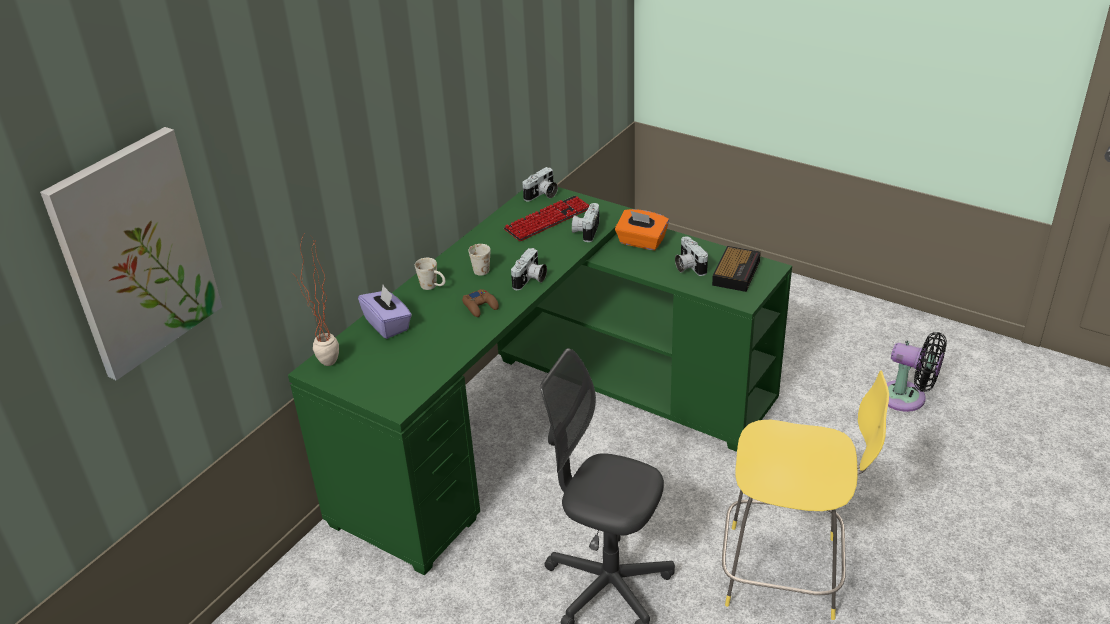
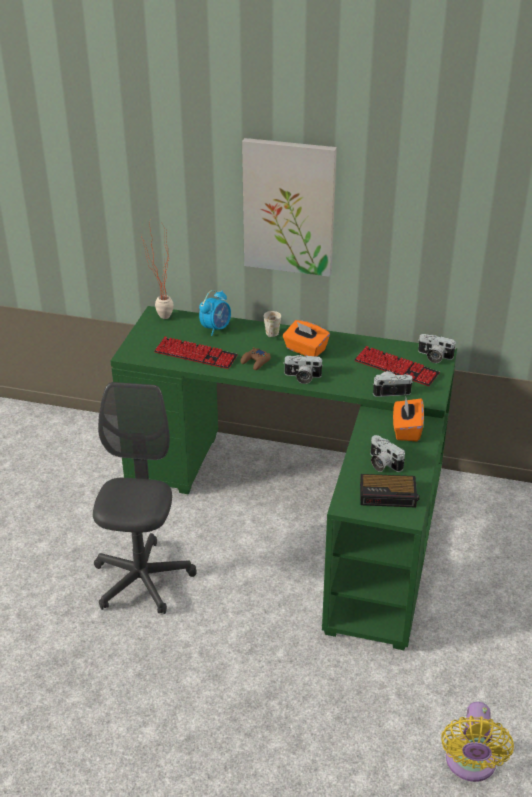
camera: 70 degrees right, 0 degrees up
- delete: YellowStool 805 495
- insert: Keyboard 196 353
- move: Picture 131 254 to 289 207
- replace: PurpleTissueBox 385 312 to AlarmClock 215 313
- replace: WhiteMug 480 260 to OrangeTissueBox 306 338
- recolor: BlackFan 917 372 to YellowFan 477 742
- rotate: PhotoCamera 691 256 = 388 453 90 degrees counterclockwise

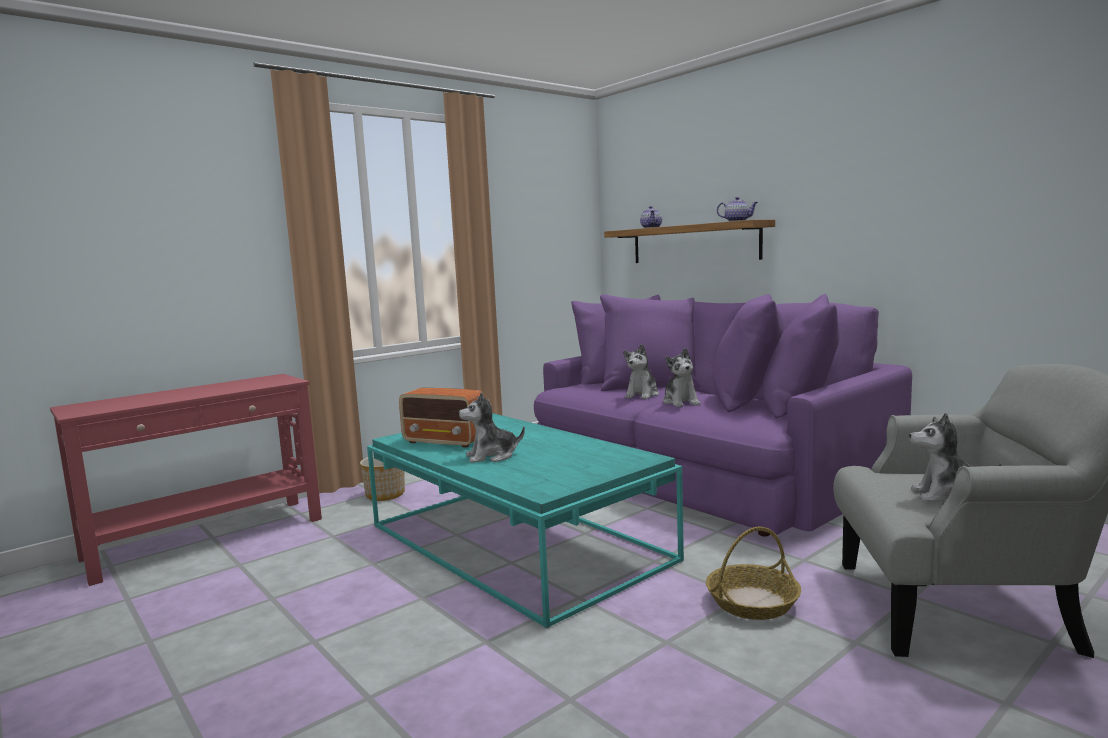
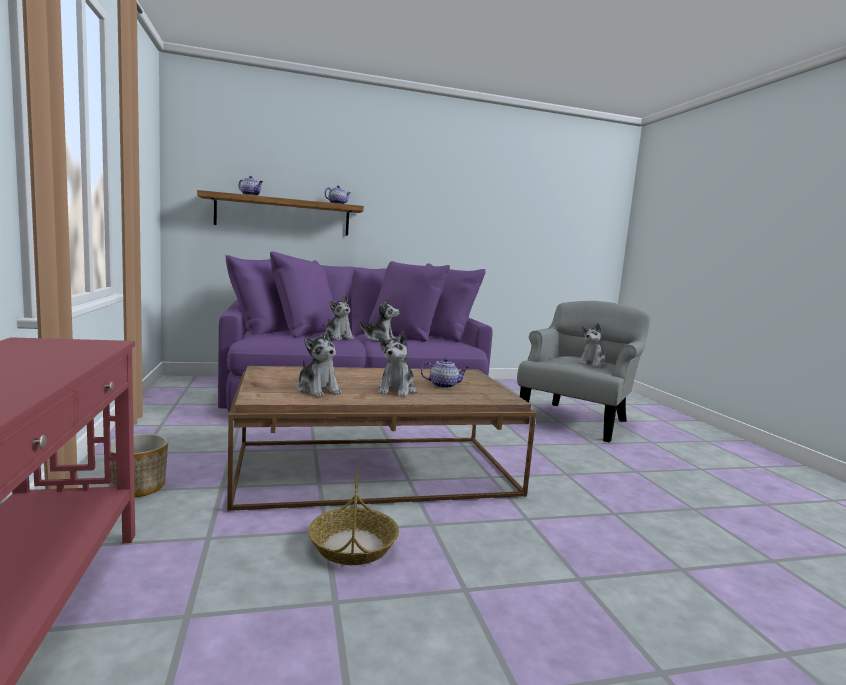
camera: 65 degrees left, 0 degrees up
- insert: Teapot 445 373
- move: Basket 753 573 to 353 517
- replace: Radio 442 418 to PlushToy 319 363
- recolor: TurquoiseCoffeeTable 525 521 to BrownCoffeeTable 381 439

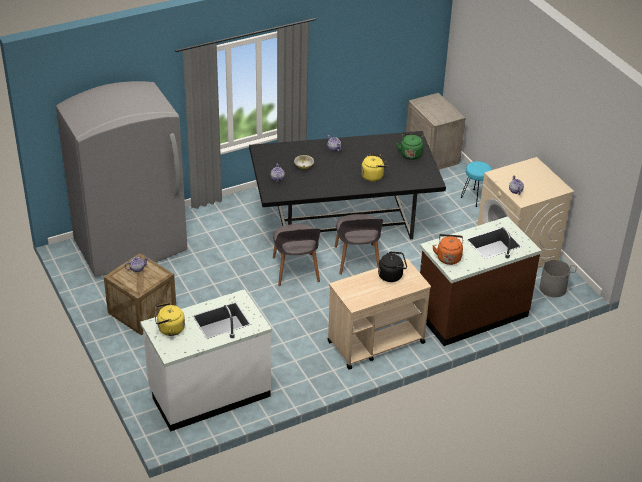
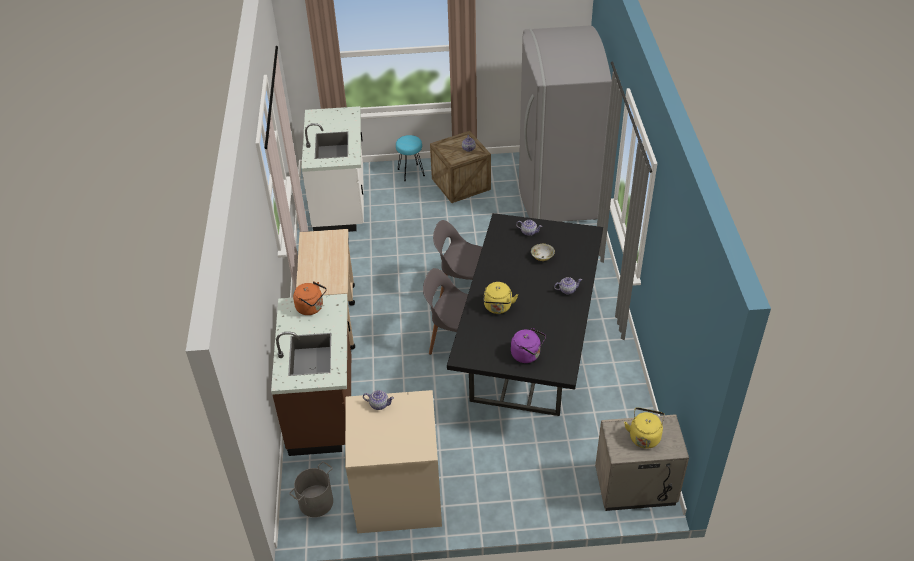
camera: 115 degrees right, 5 degrees up
- delete: BlackKettle 392 266
- move: YellowKettle 170 319 to 644 428
- move: TurquoiseStool 476 184 to 410 158
- recolor: GreenKettle 409 146 to PurpleKettle 528 345

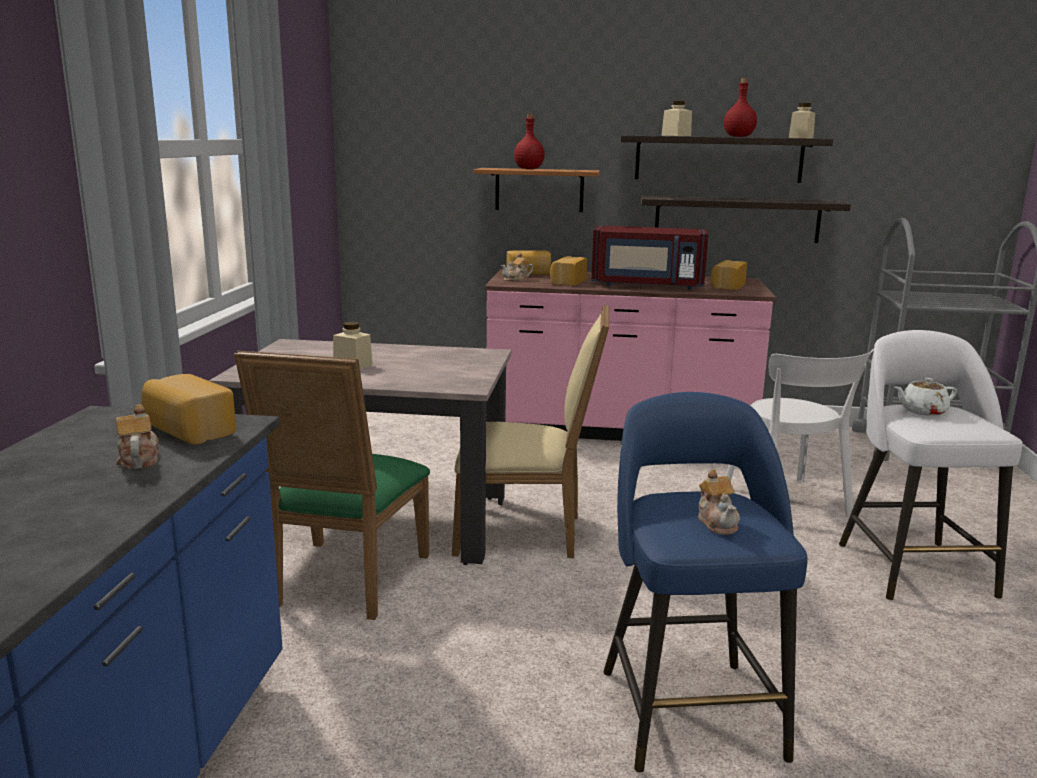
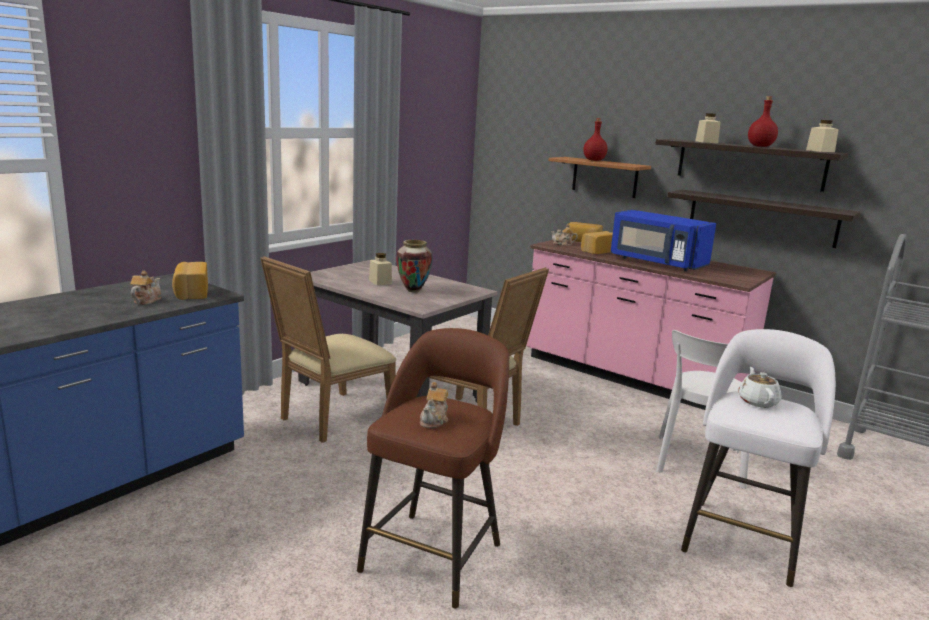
camera: 30 degrees right, 0 degrees up
- delete: Bread 729 275
- insert: Vase 414 266
- recolor: GreenChair 332 485 to BeigeChair 328 349
- recolor: RedMicrowave 649 257 to BlueMicrowave 663 240
- recolor: BlueStool 706 582 to BrownStool 433 468
- rotate: WhiteTeapot 925 397 = 759 387 75 degrees clockwise

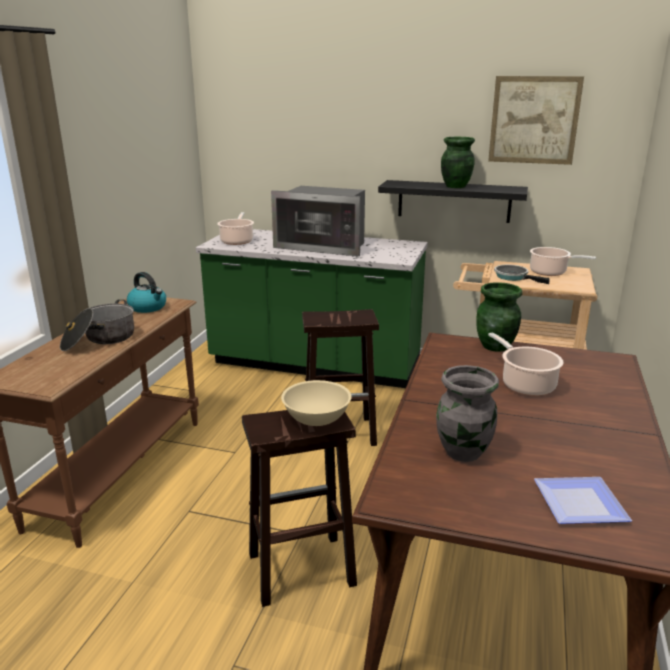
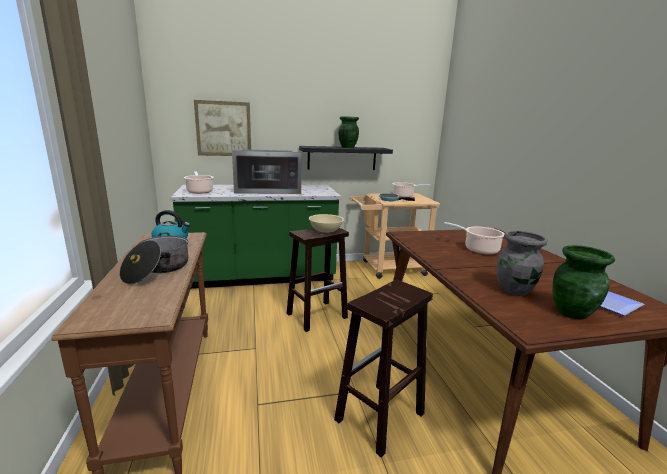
camera: 30 degrees left, 5 degrees down
- move: BeigeBowl 316 403 to 326 223
- move: GreenVase 499 317 to 583 282
- move: Picture 536 120 to 222 128

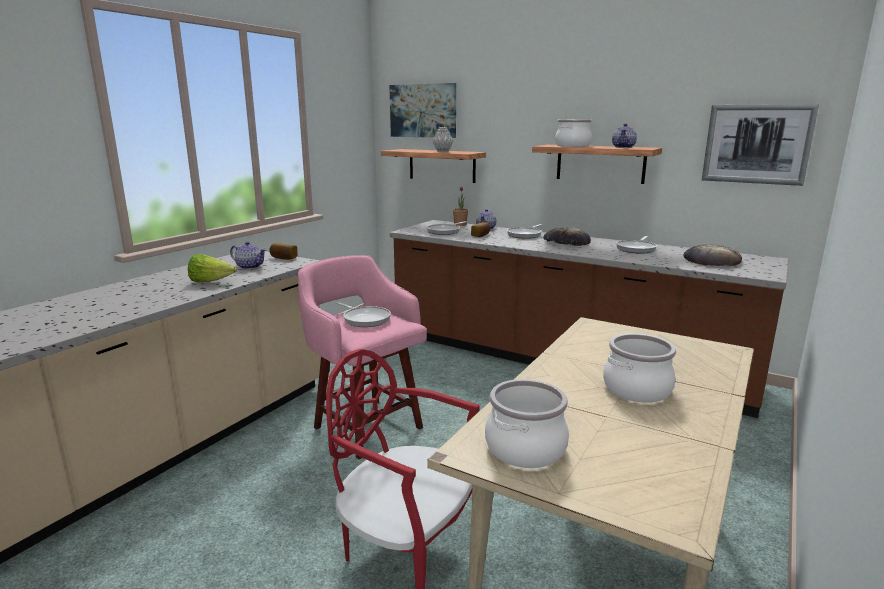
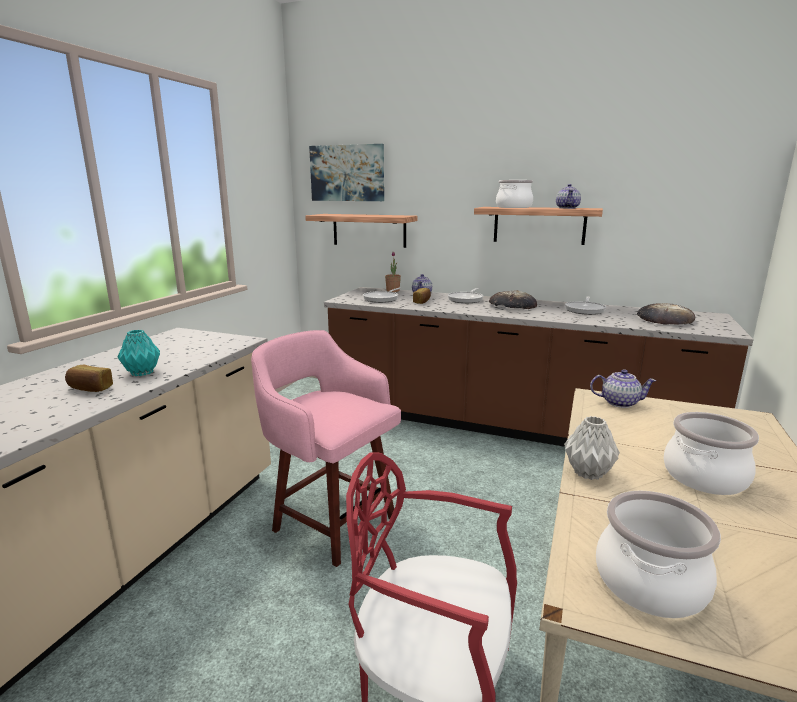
camera: 10 degrees left, 0 degrees up
- delete: FryingPan 363 314
- delete: Picture 760 145
- move: Teapot 248 255 to 623 388
- move: Bread 283 251 to 89 378
- move: GreyVase 443 139 to 592 448
- replace: Lettuce 212 268 to TurquoiseVase 139 353

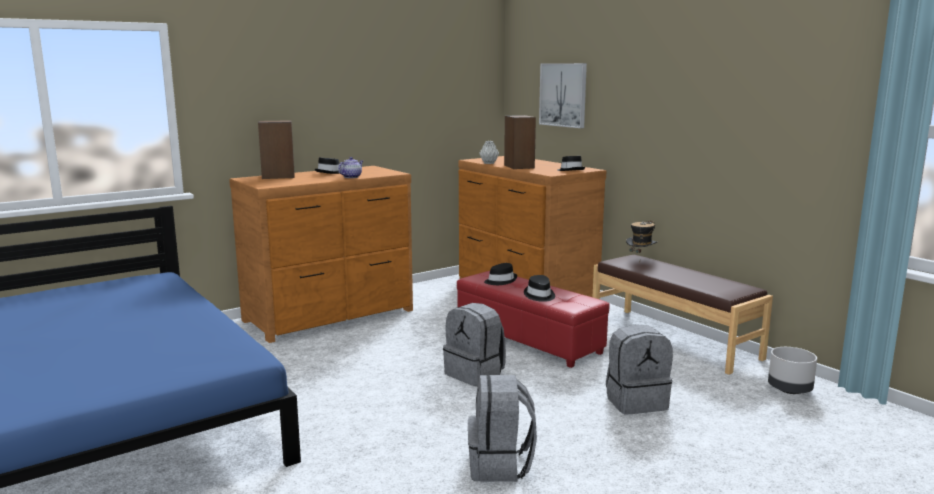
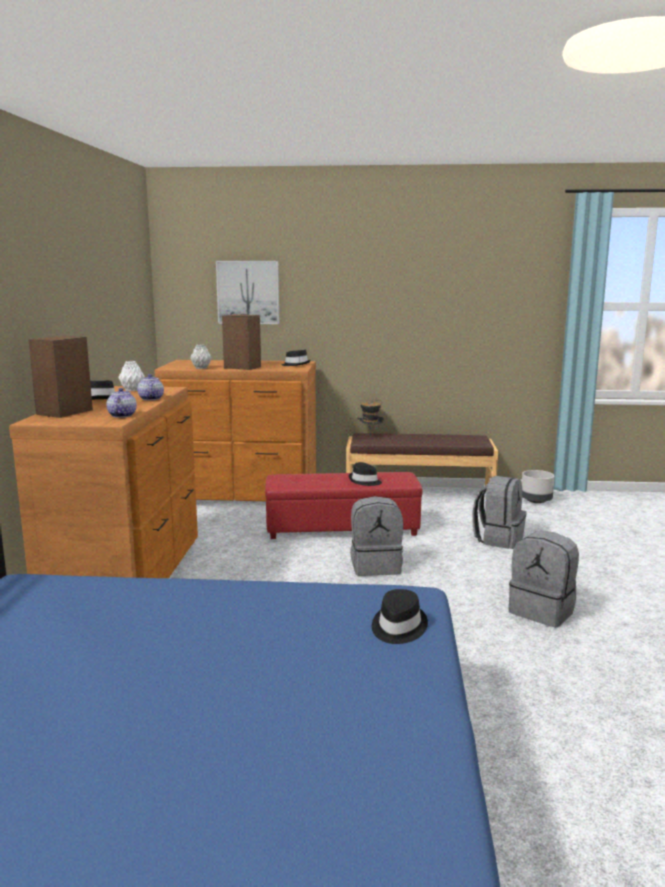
camera: 50 degrees left, 0 degrees up
- insert: Teapot 121 403
- insert: WhiteVase 131 376
- move: BlackHat 500 274 to 400 616

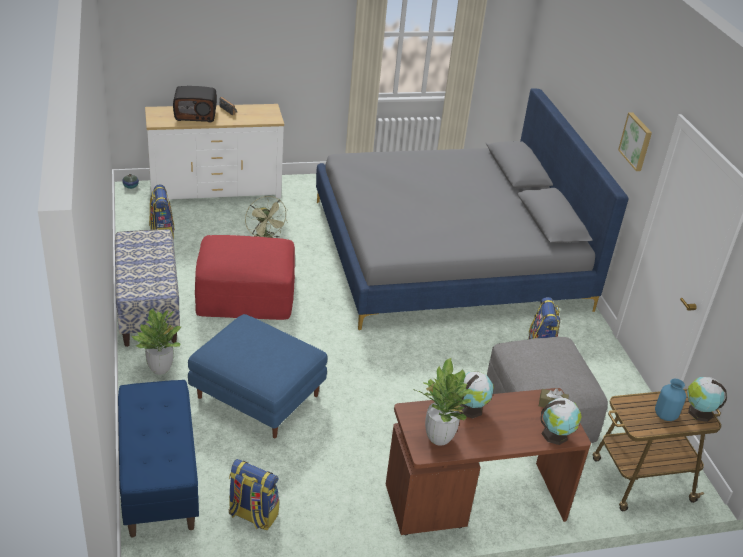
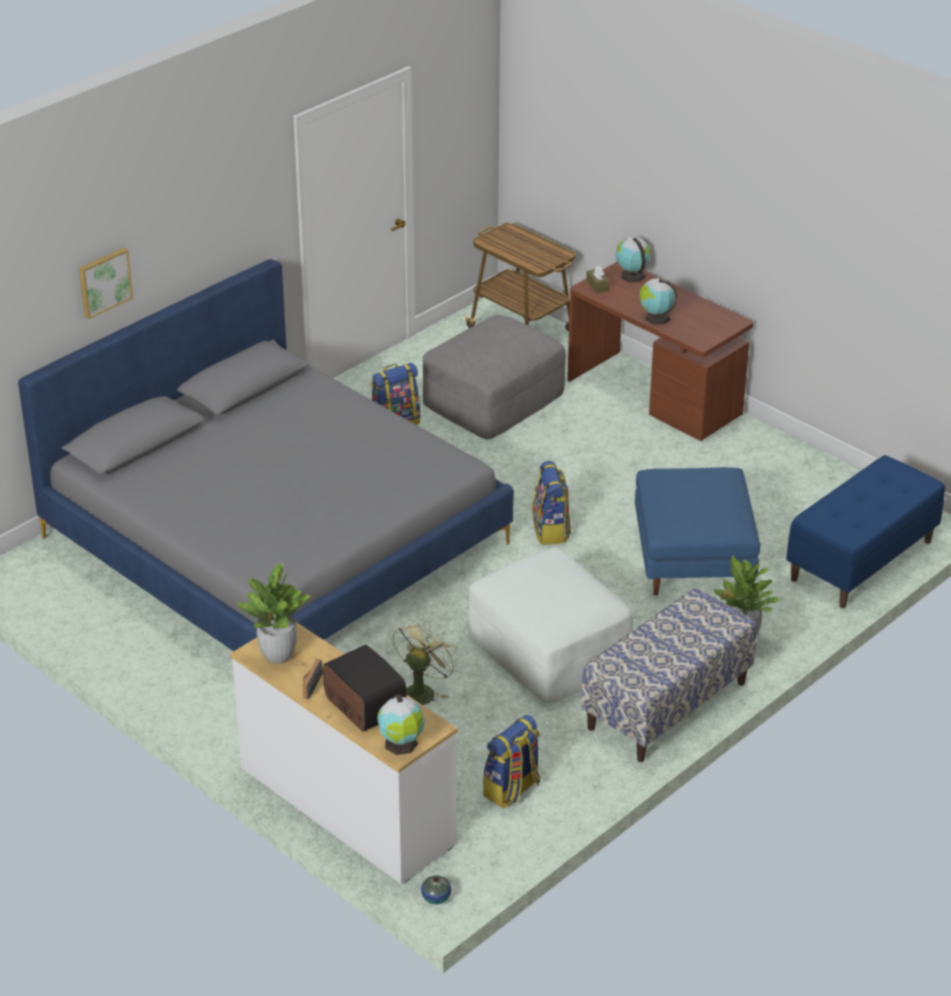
camera: 120 degrees left, 0 degrees up
- delete: BlueVase 671 400
- move: Backpack 254 494 to 551 503
- move: PottedPlant 442 402 to 274 613
- move: Picture 635 141 to 106 283
- move: Globe 707 399 to 401 724
- recolor: RedOttoman 245 277 to WhiteOttoman 550 625

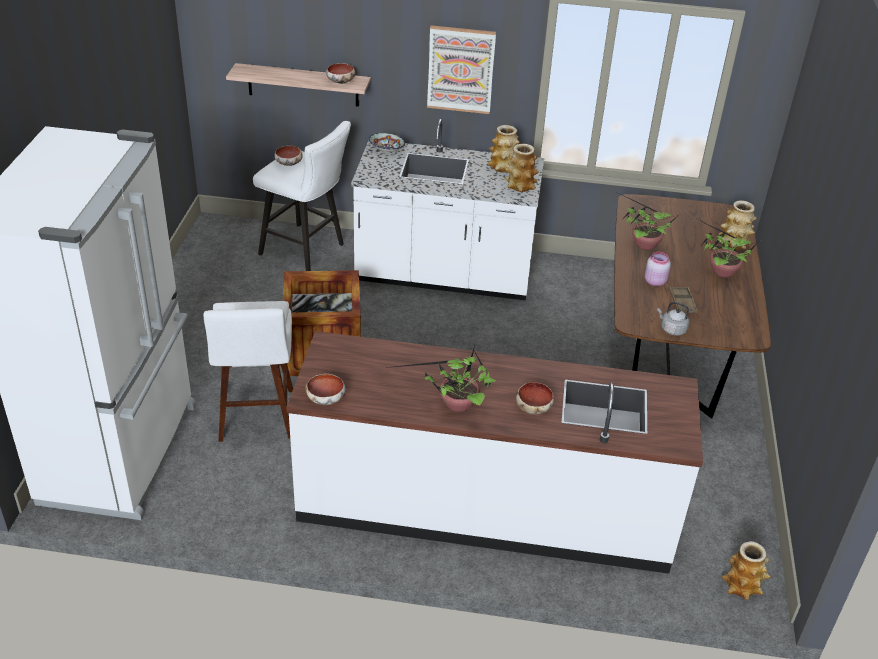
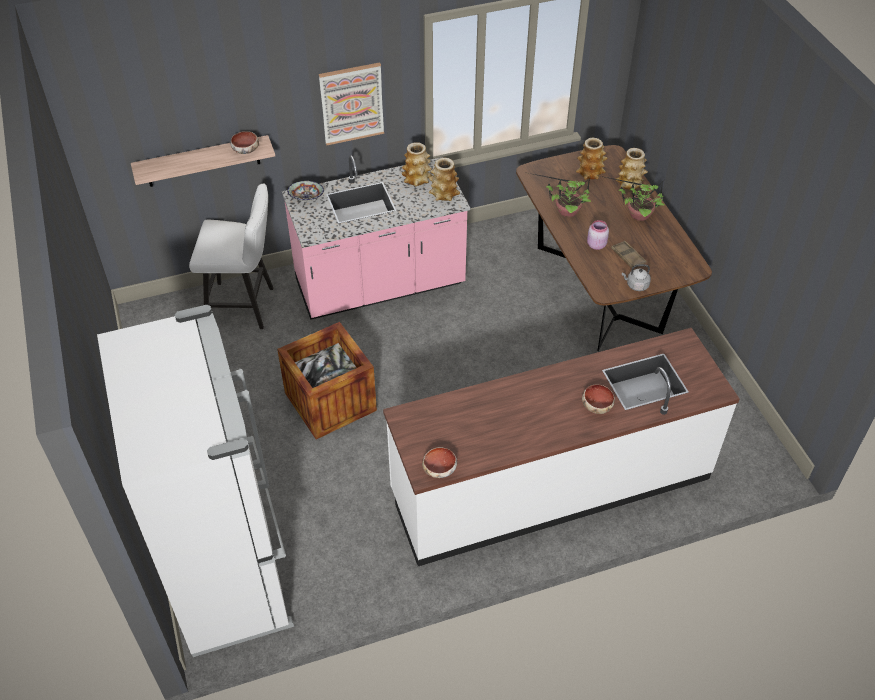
camera: 25 degrees left, 10 degrees up
- delete: WhiteStool 248 371
- delete: Bowl 289 155
- delete: PottedPlant 441 379
- move: Vase 746 570 to 591 159
- recolor: WhiteCounter 447 209 to PinkCounter 376 237

